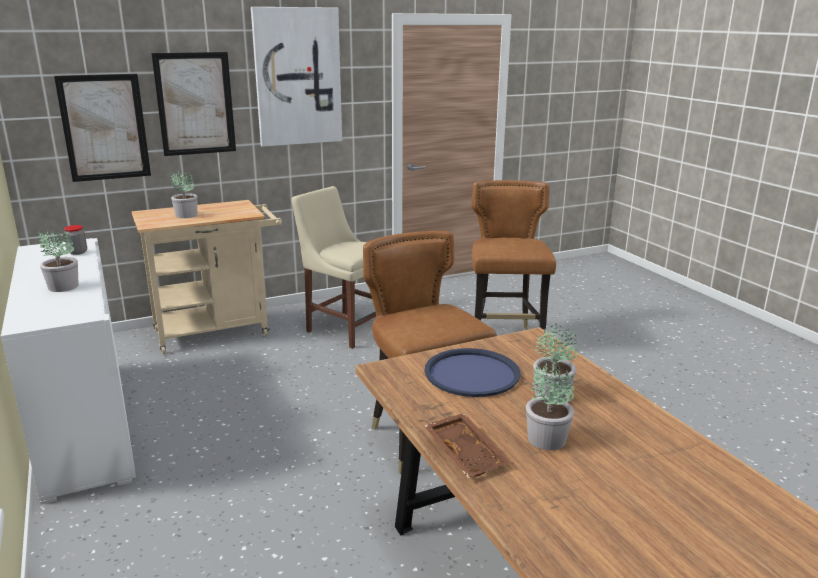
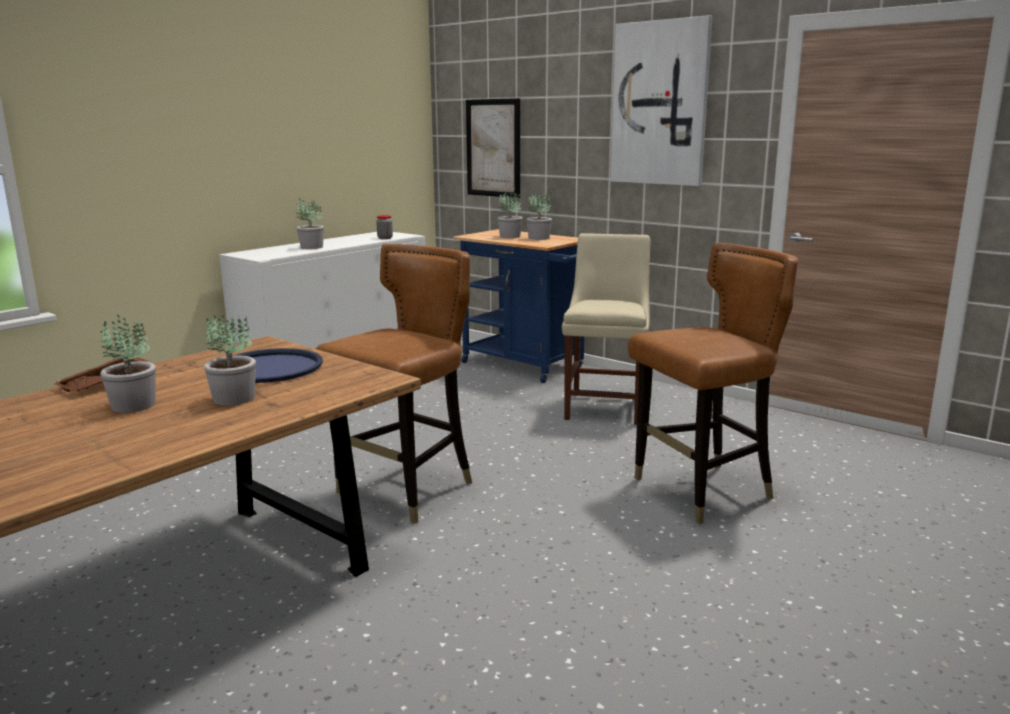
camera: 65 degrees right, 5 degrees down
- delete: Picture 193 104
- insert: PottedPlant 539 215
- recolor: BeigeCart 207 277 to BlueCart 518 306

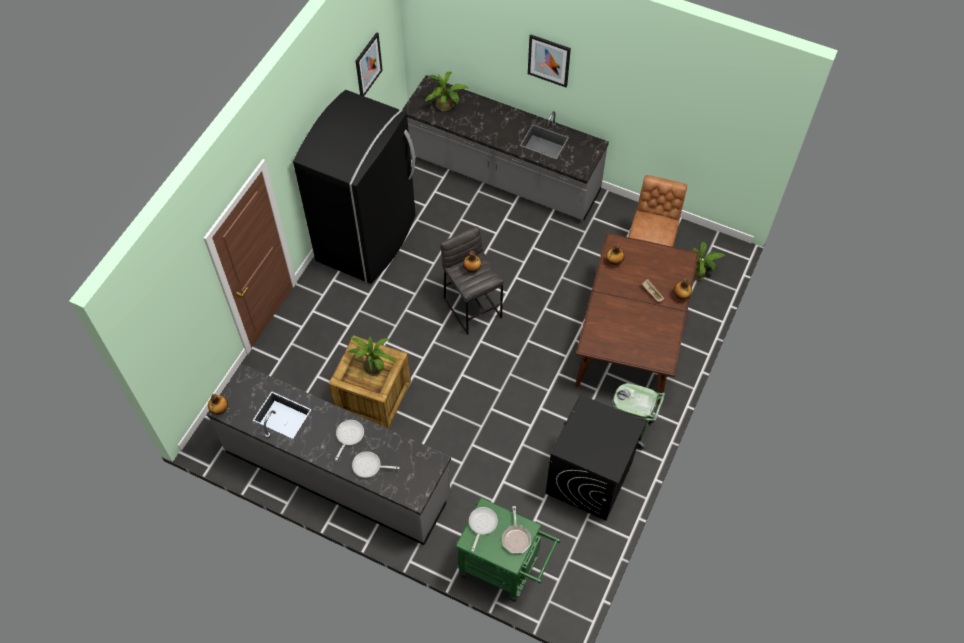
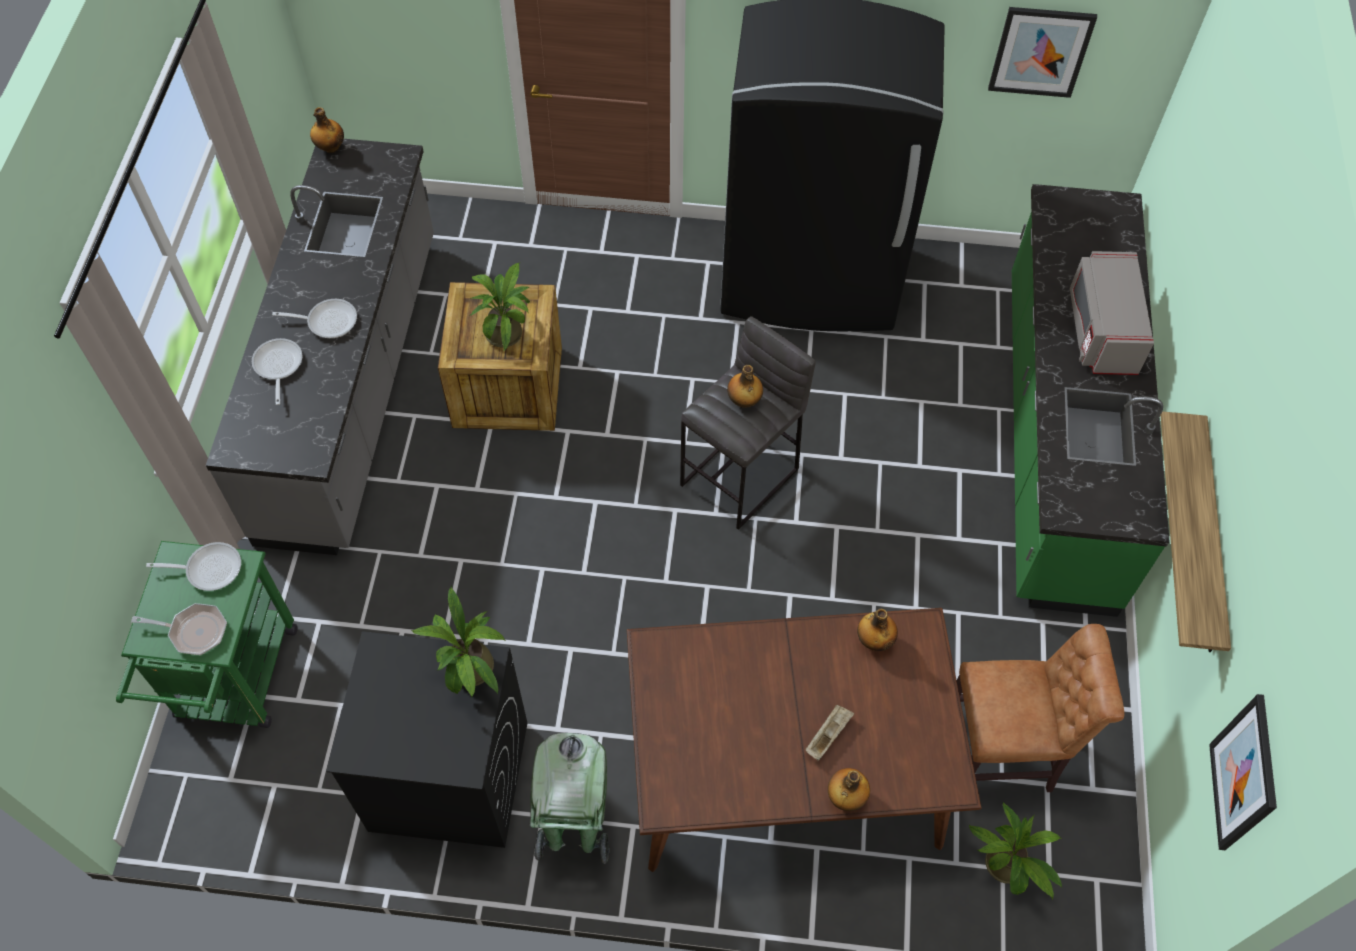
camera: 70 degrees right, 0 degrees up
- insert: GreyMicrowave 1112 313
- insert: Shelf 1195 531
- move: PottedPlant 446 91 to 458 642
- move: Picture 549 60 to 1243 772
- recolor: GreyCounter 505 148 to GreenCounter 1091 400
- rotate: FryingPan 516 529 = 179 629 150 degrees counterclockwise

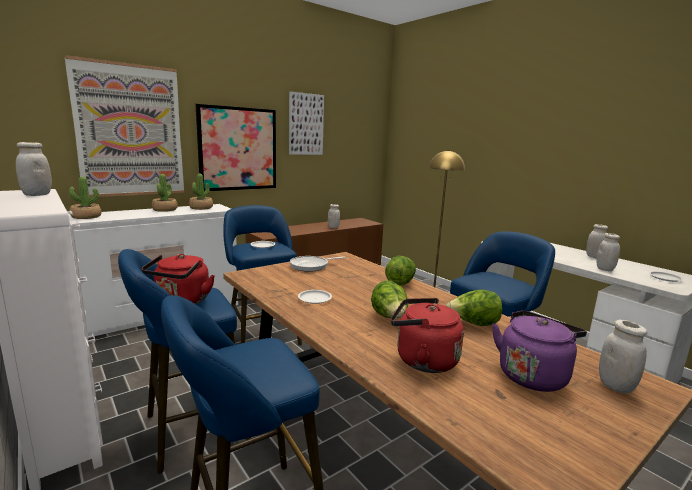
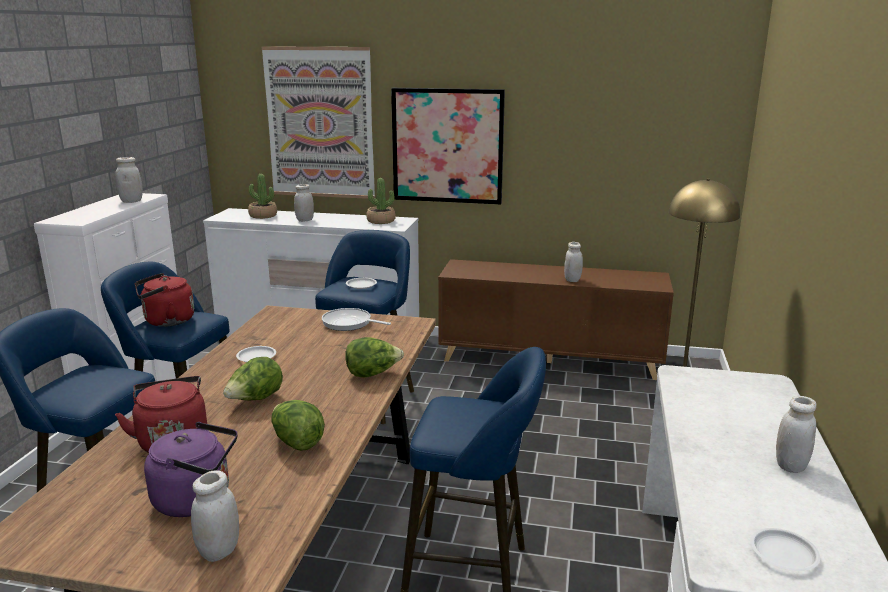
camera: 50 degrees right, 5 degrees up
- delete: PottedPlant 164 193
- delete: Picture 306 123
- move: WhiteJar 608 252 to 304 203

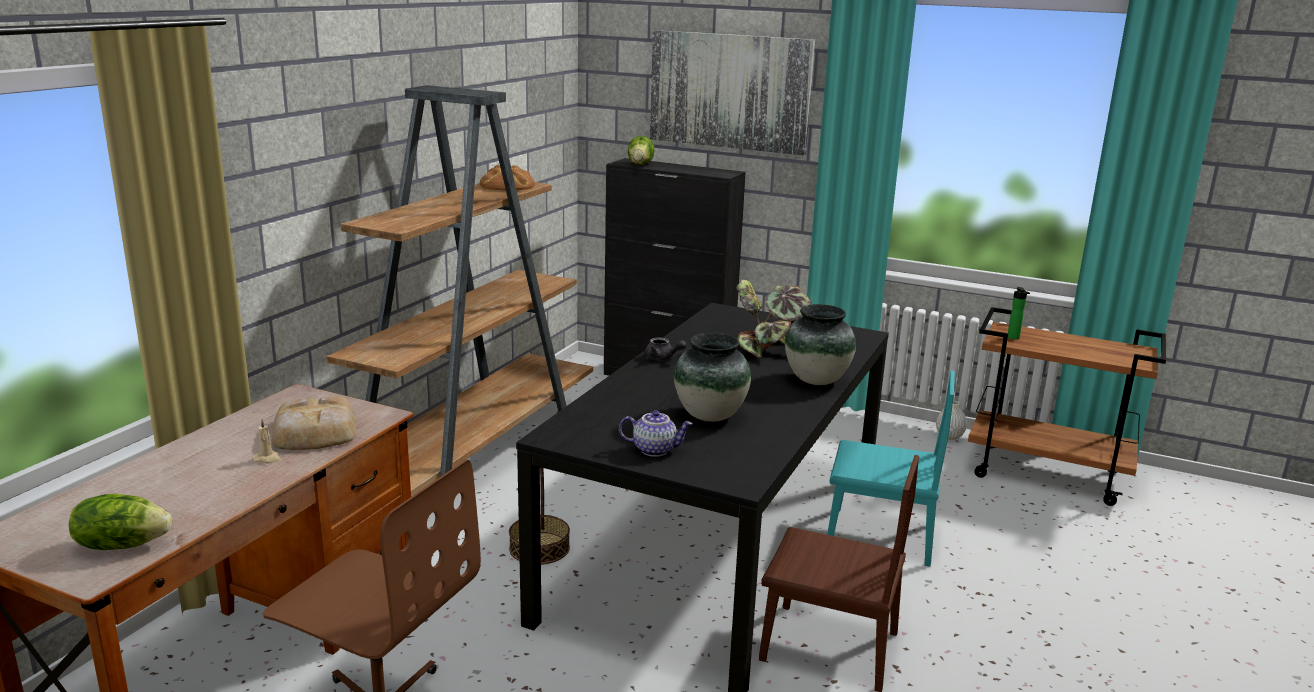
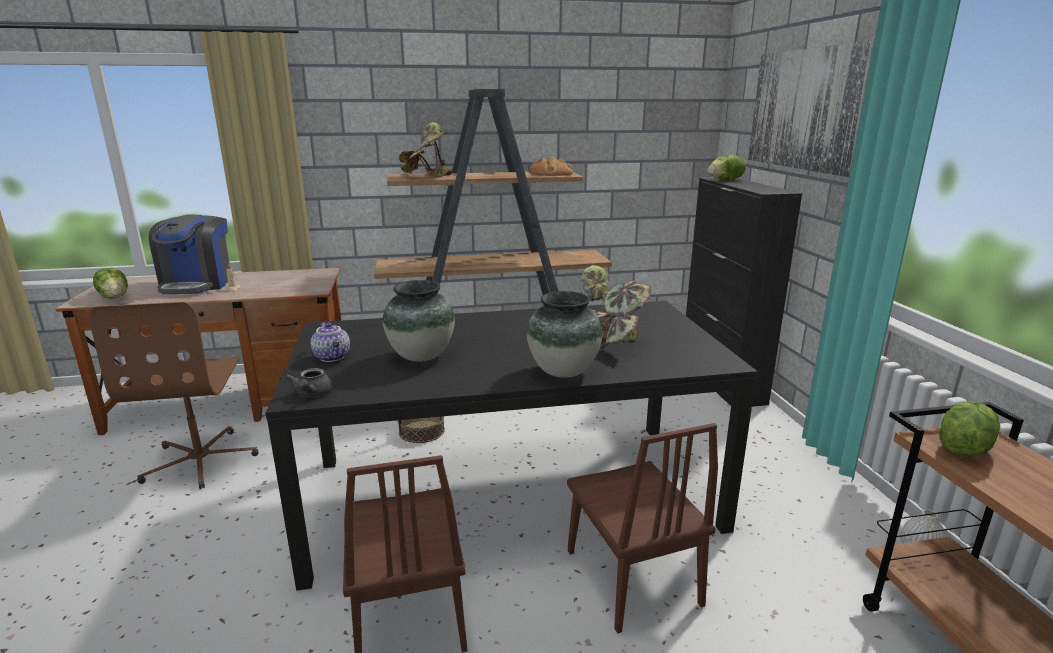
camera: 55 degrees right, 0 degrees up
- delete: Bread 313 423
- insert: CoffeeMachine 189 254
- insert: PottedPlant 426 149
- move: GreyTeapot 665 348 to 308 382
- replace: Bottle 1019 313 to Lettuce 969 429
- recolor: TurquoiseChair 891 468 to BrownChair 642 528

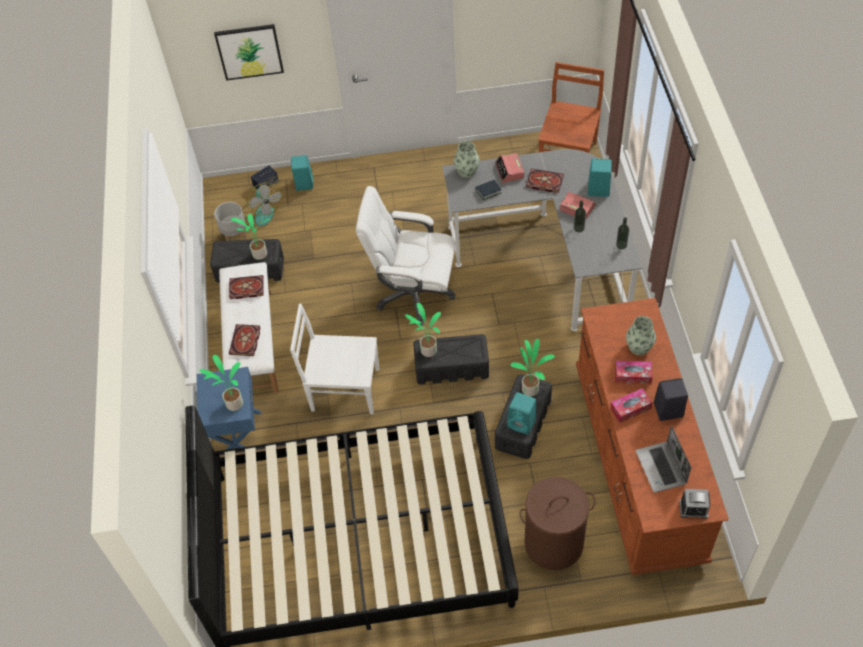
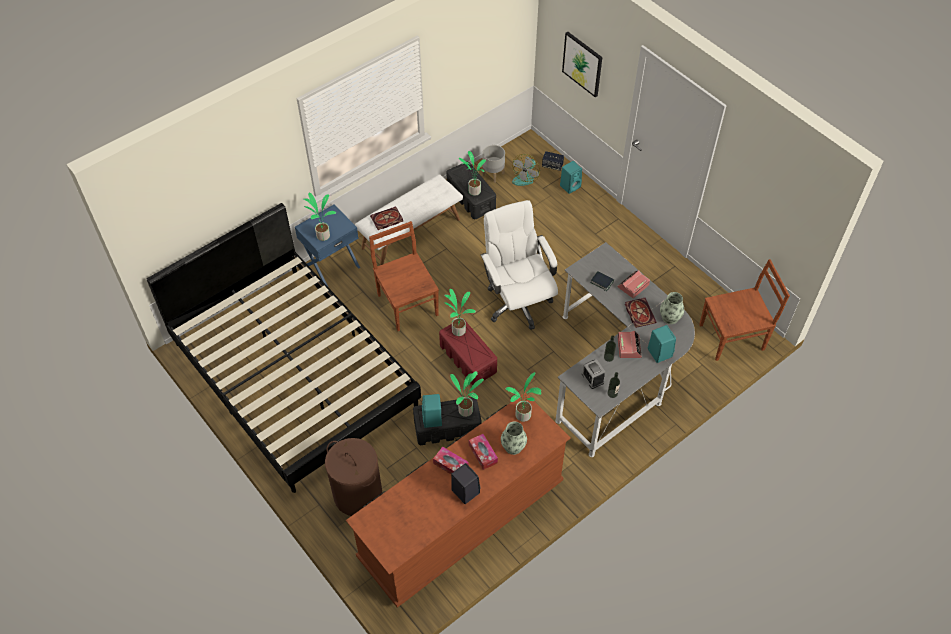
camera: 55 degrees right, 0 degrees up
- delete: Book 246 287
- delete: Laptop 663 459
- insert: PottedPlant 523 397
- move: Vase 467 159 to 672 308
- move: AlarmClock 694 504 to 593 374
- recolor: WhiteChair 334 358 to BrownChair 404 276
- recolor: BlackStorageBox 451 359 to RedStorageBox 468 353

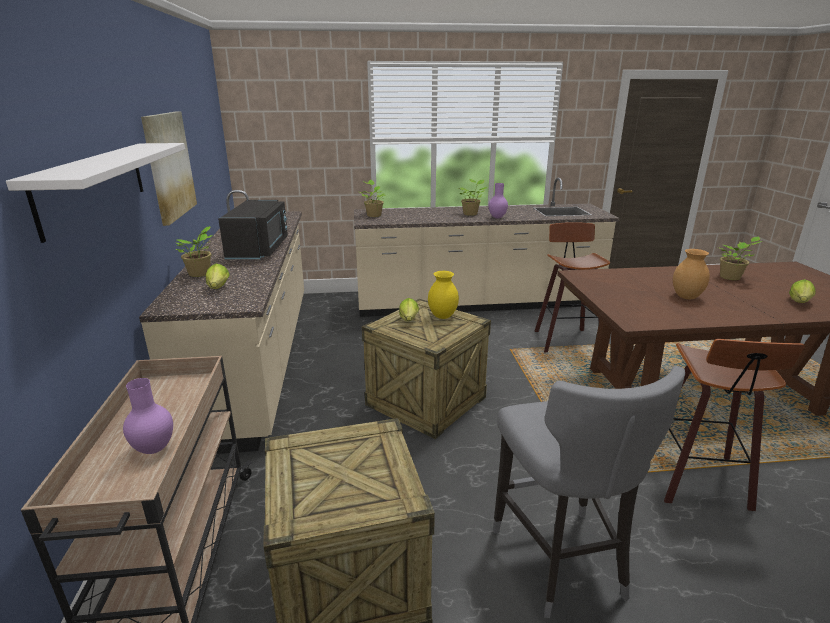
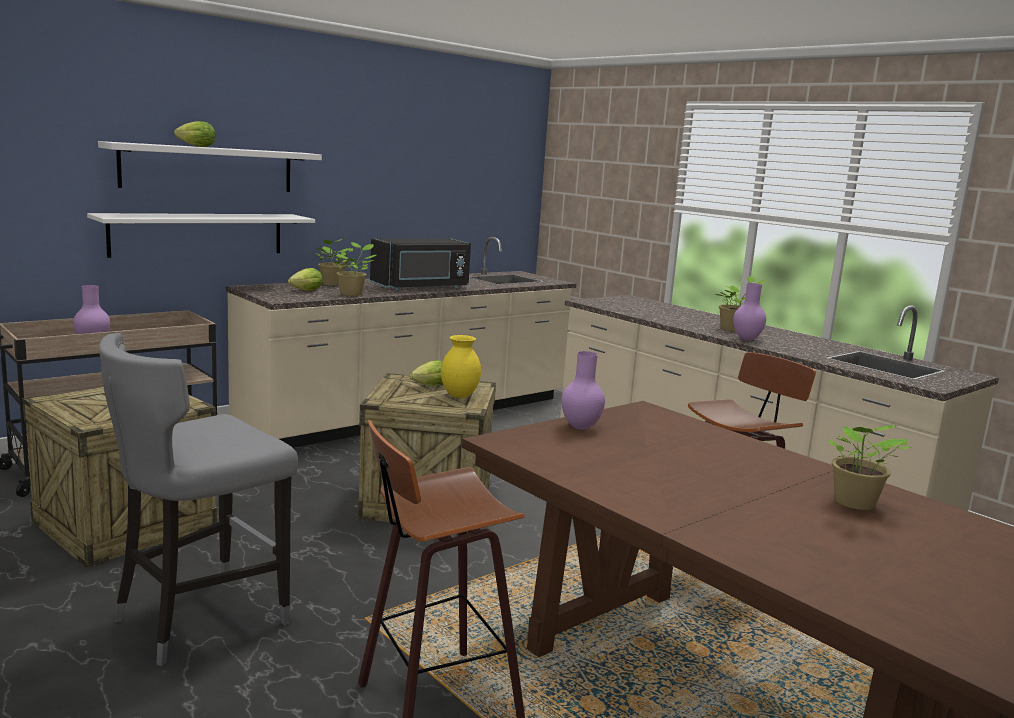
camera: 55 degrees right, 10 degrees down
- delete: Picture 169 168
- delete: BrownVase 691 274
- insert: WhiteShelf 201 235
- insert: PurpleVase 583 390
- move: PottedPlant 372 198 to 354 269
- move: Lettuce 802 291 to 195 134

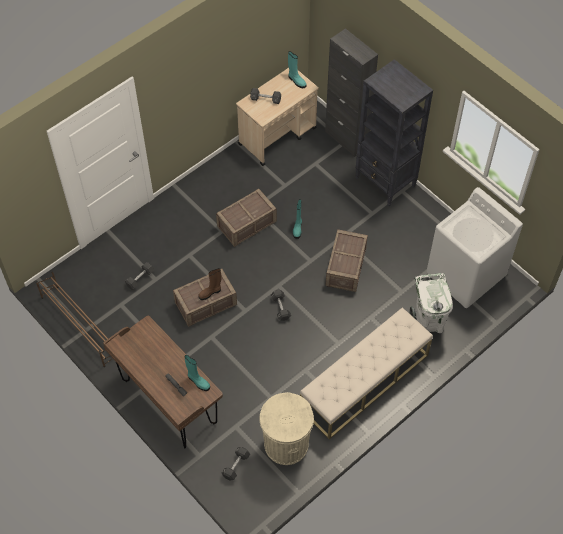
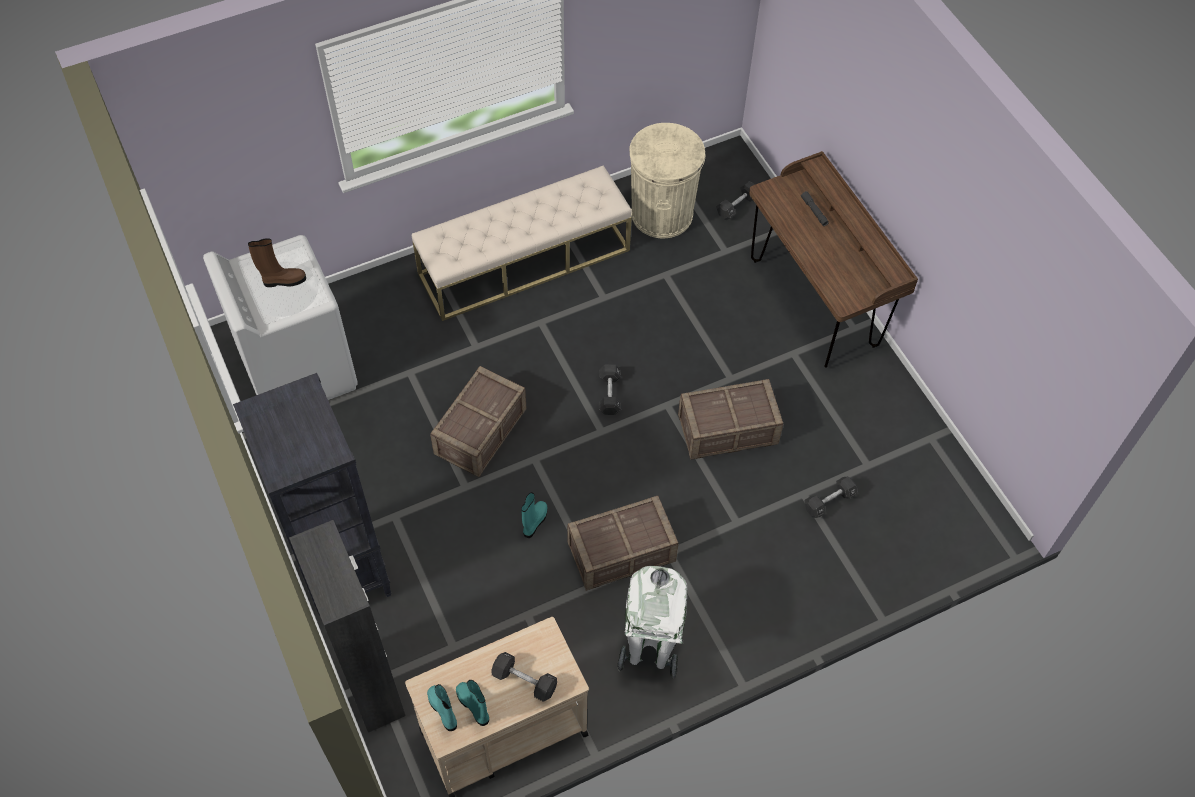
camera: 165 degrees left, 0 degrees up
- delete: BrownShoeRack 74 318
- move: TurquoiseBoot 197 373 to 472 703
- move: BrownBoot 210 284 to 277 262
- move: WhiteTrashCan 431 303 to 652 622

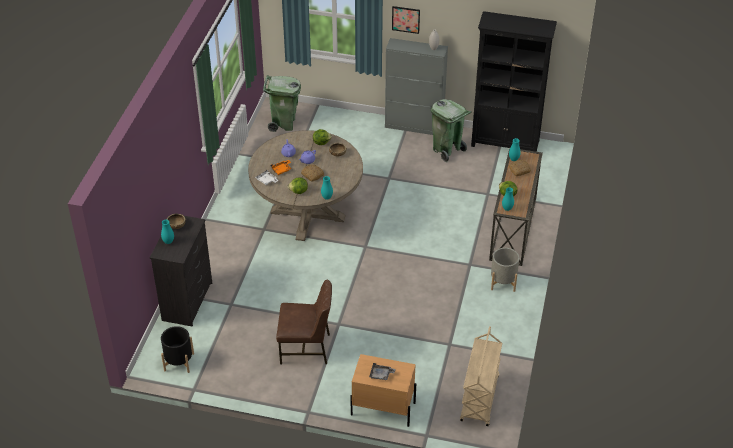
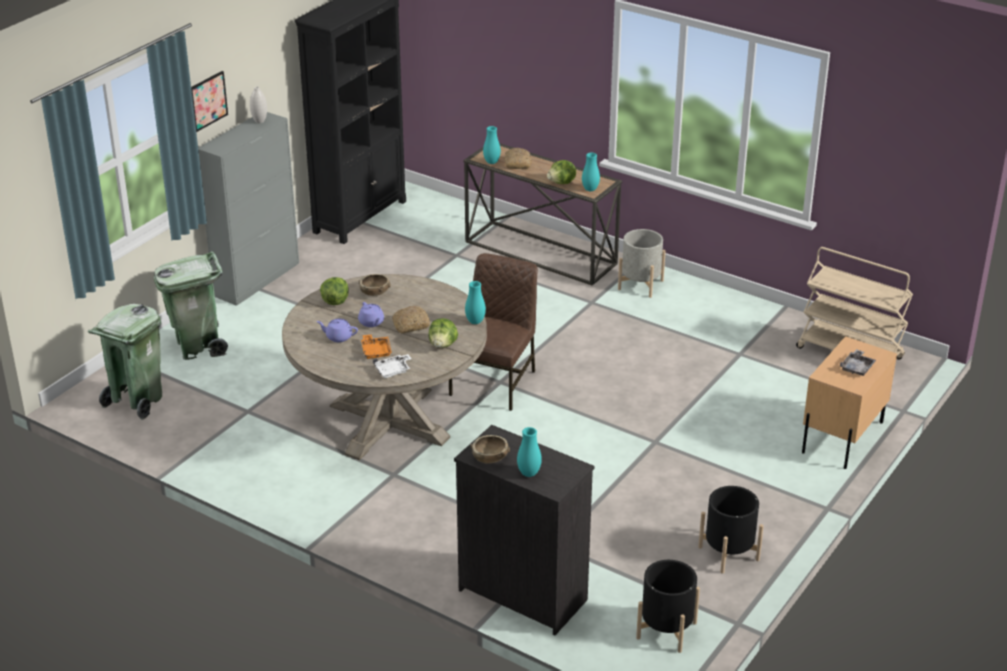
camera: 70 degrees left, 10 degrees down
- insert: BlackPlanter 731 530
- move: BrownChair 304 322 to 493 332
- move: GreenTrashCan 451 130 to 191 305

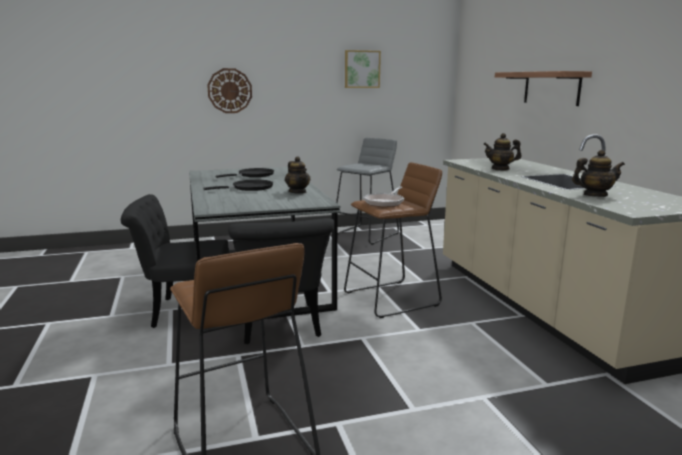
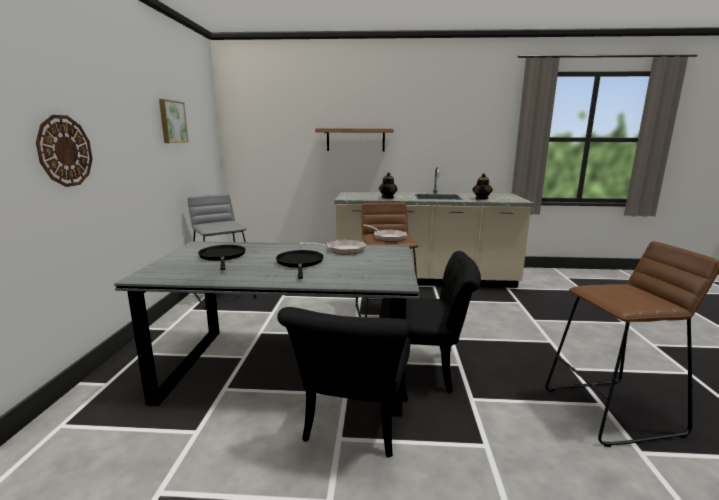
camera: 70 degrees left, 0 degrees up
- replace: Teapot 297 175 to FryingPan 333 247

